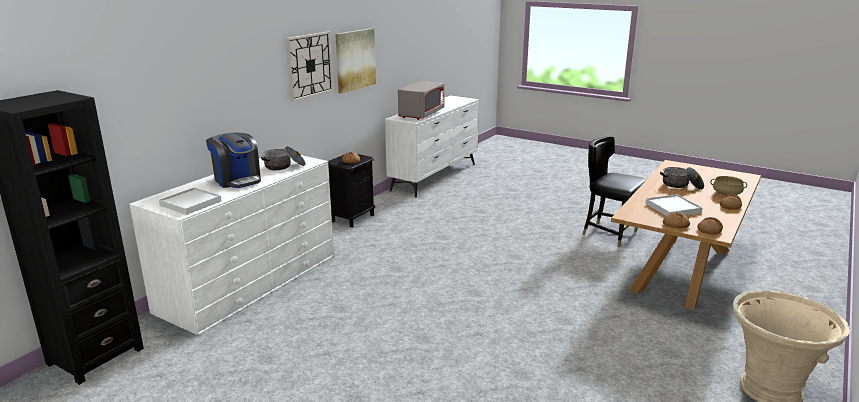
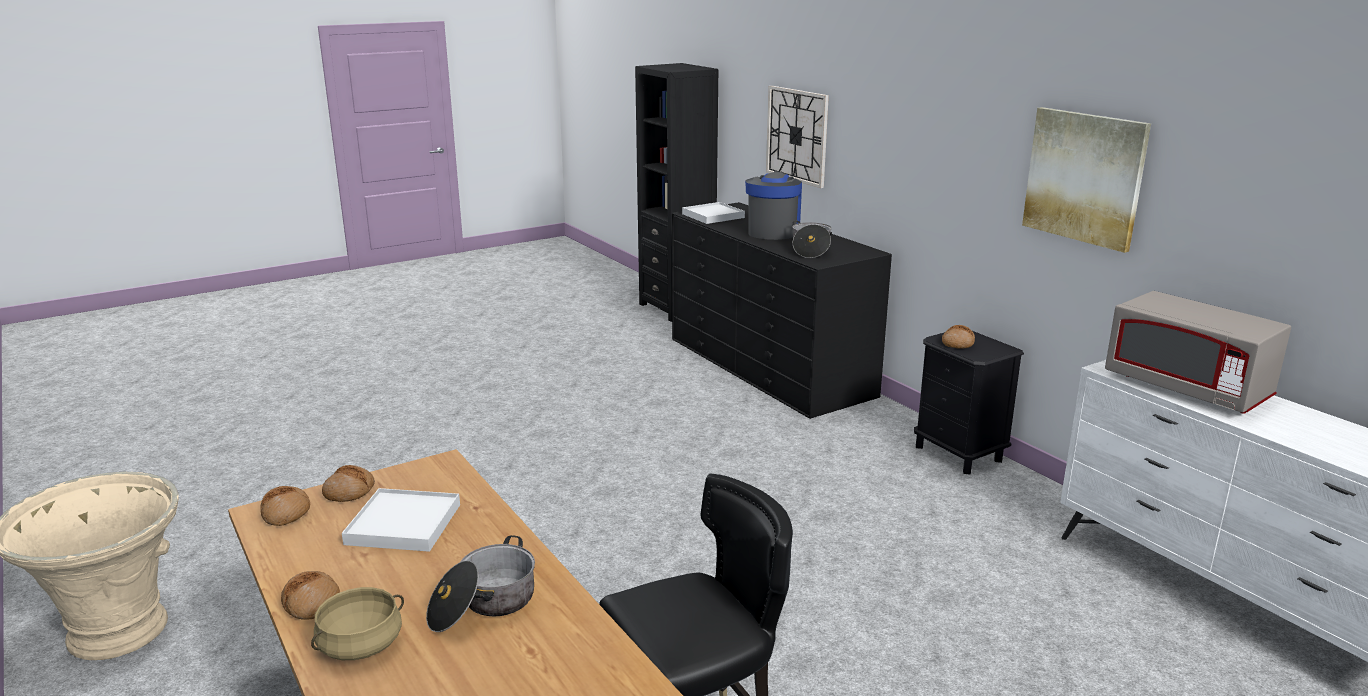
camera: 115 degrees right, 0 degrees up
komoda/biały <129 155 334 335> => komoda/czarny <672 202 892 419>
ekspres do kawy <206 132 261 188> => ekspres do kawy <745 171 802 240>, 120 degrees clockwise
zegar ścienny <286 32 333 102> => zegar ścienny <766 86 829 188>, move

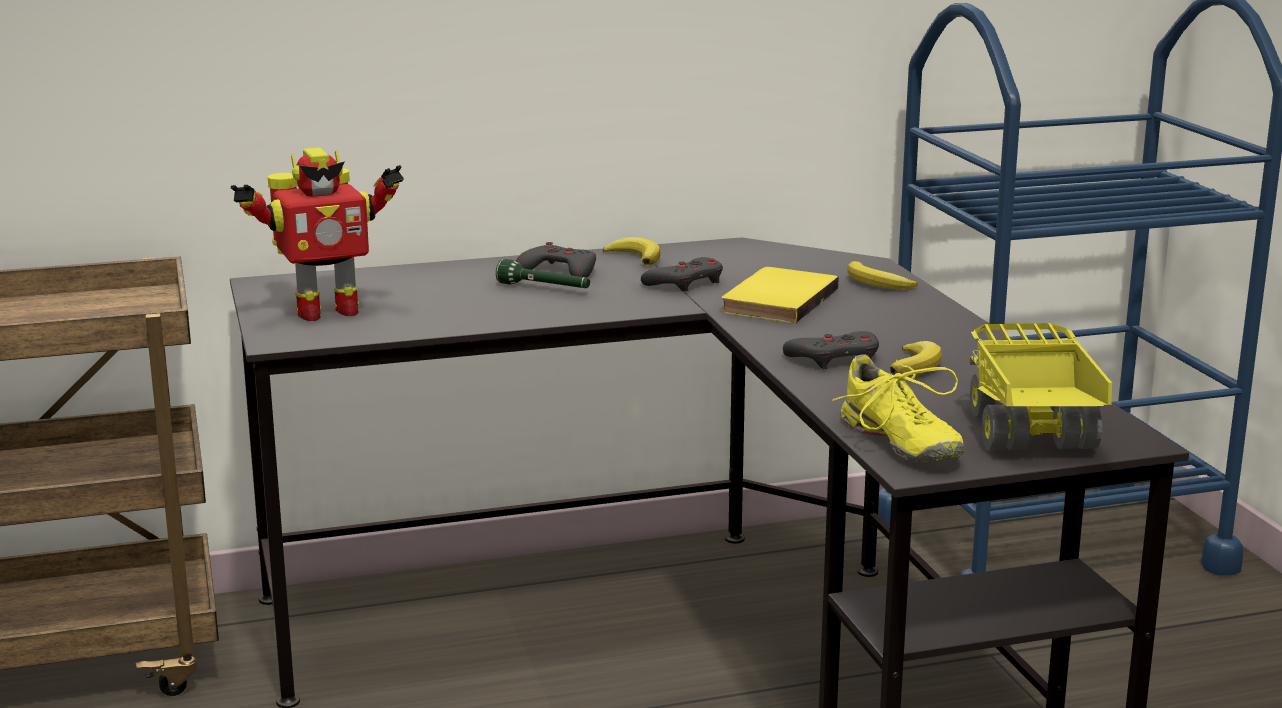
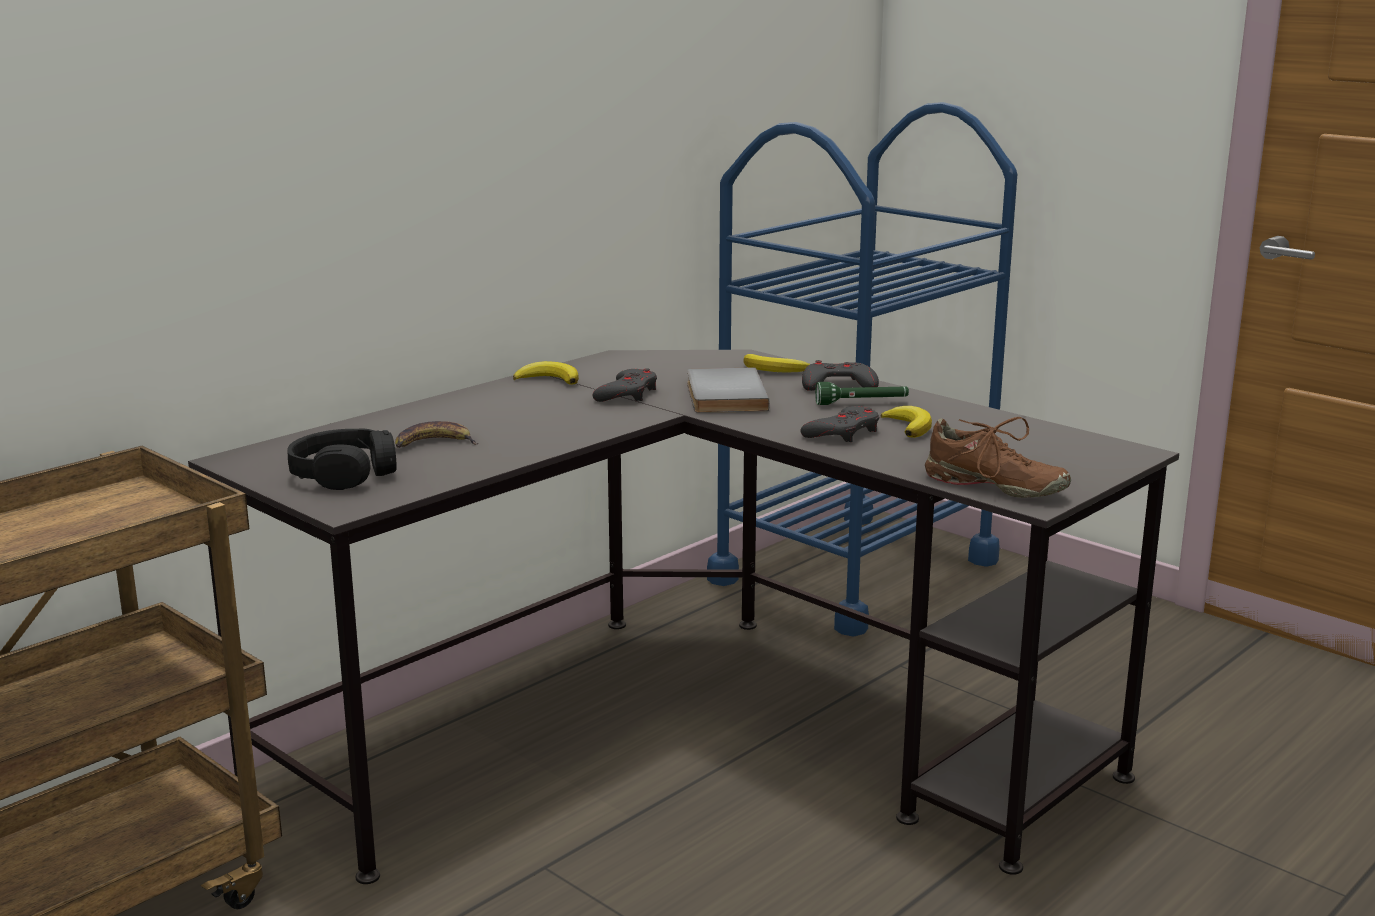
camera: 30 degrees left, 0 degrees up
robot zabawkowy <231 148 404 321> => słuchawki/czarny <288 428 397 490>
nothing => banan <395 421 478 448>
książka/żółty <721 267 839 323> => książka/szary <687 368 770 413>
pad do gier/szary <516 242 596 278> => pad do gier/szary <802 360 879 391>, move
latarka/zielony <496 259 590 288> => latarka/zielony <815 382 909 405>, move
but/żółty <832 354 964 462> => but/brązowy <925 417 1071 498>
ciężarówka zabawkowa <970 323 1112 450> => nothing

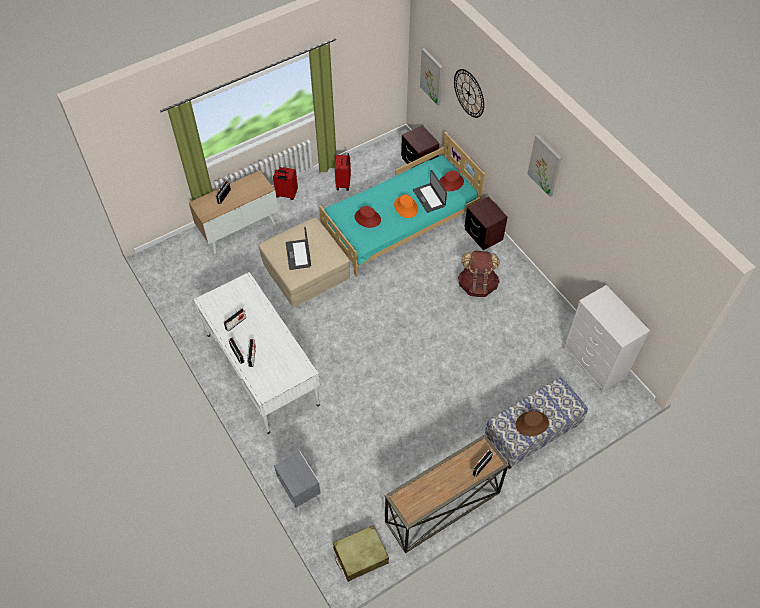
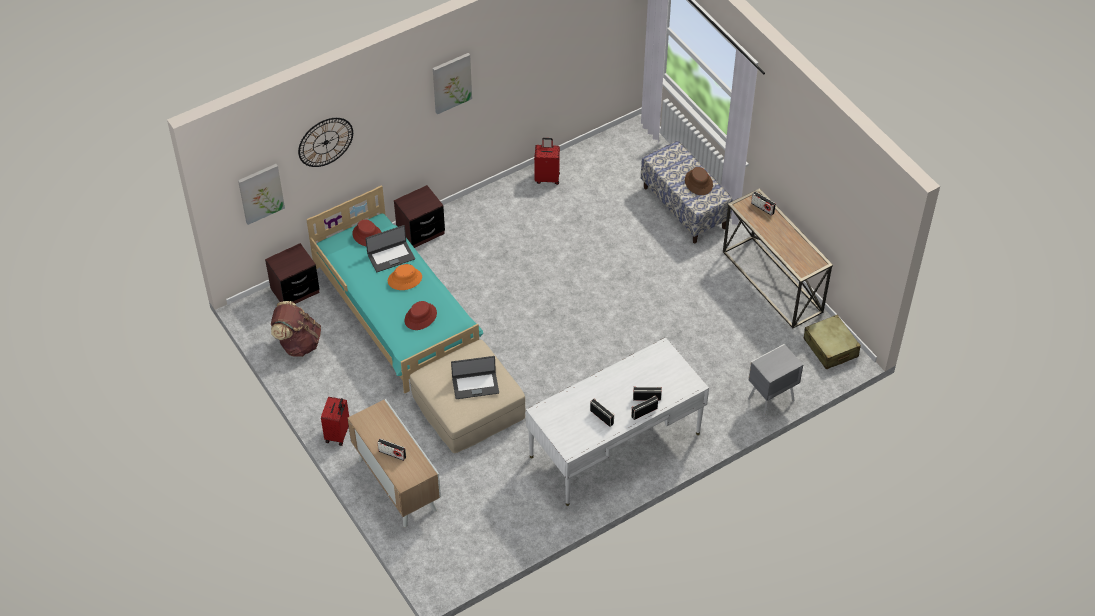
camera: 90 degrees left, 5 degrees down
plecak/brązowy <458 251 500 297> => plecak/brązowy <271 301 321 357>, move
walizka/czerwony <335 153 351 191> => walizka/czerwony <534 138 560 185>, move
komoda/biały <563 285 650 393> => nothing

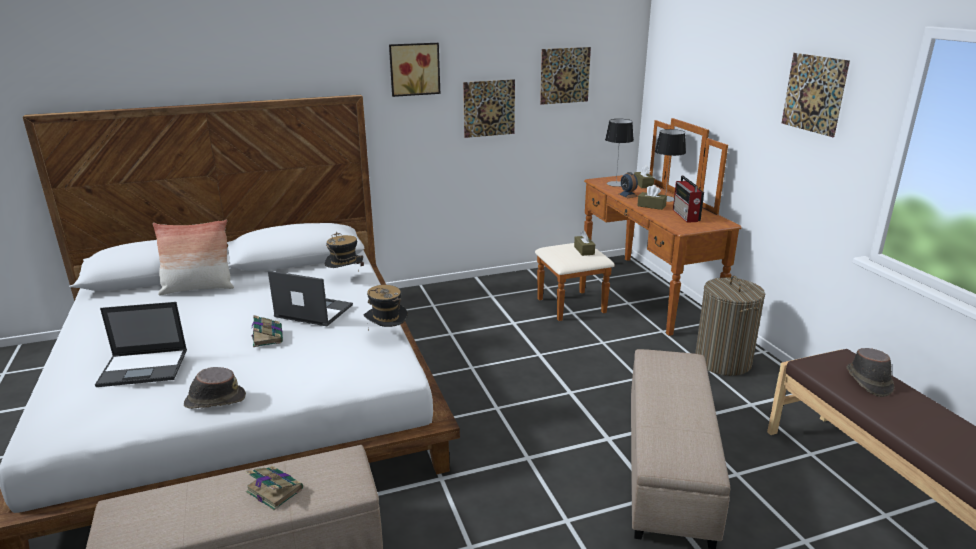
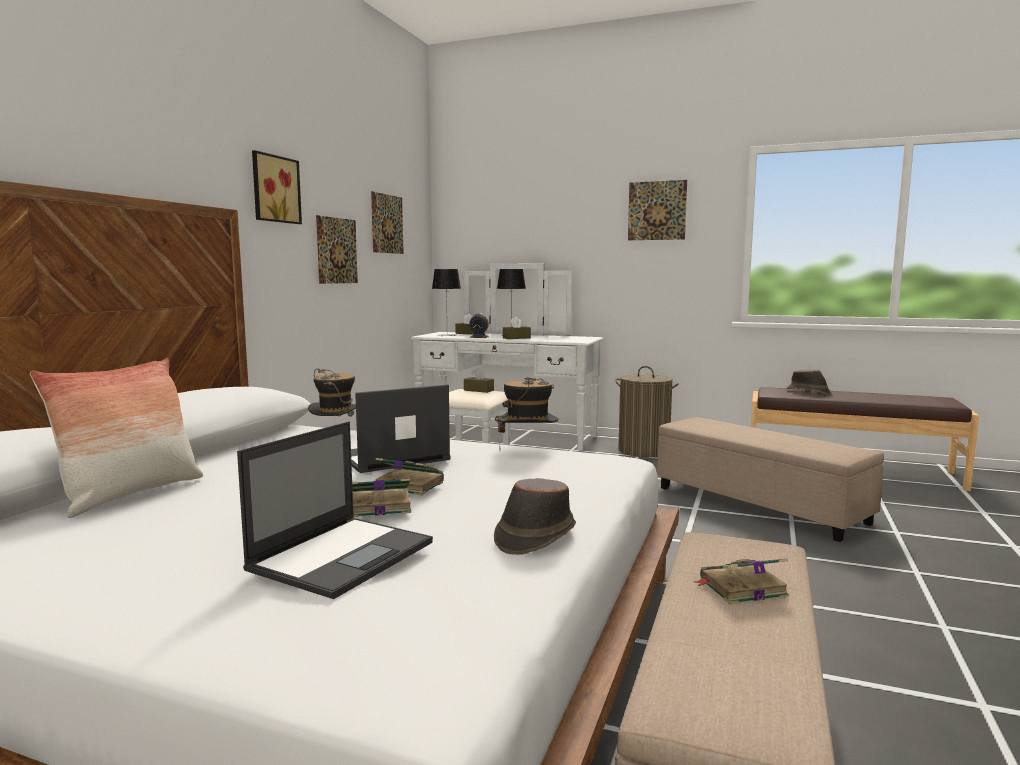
camera: 50 degrees left, 15 degrees down
nothing => książka <352 478 411 517>
komoda/brązowy <535 118 742 336> => komoda/biały <411 263 603 450>
radio <673 176 704 223> => nothing

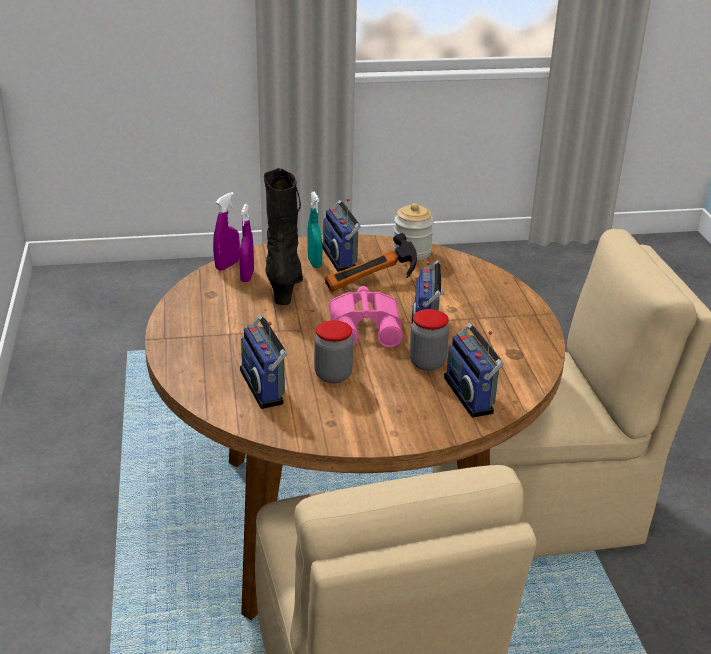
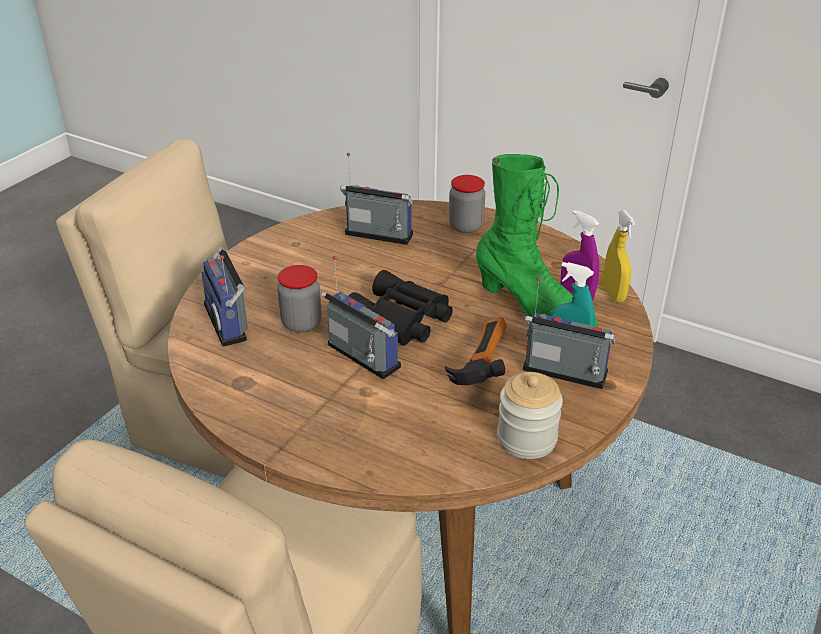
camera: 130 degrees right, 5 degrees up
radio <444 323 504 418> => radio <201 247 248 347>, 135 degrees counterclockwise
lornetka/różowy <329 286 403 348> => lornetka/czarny <349 270 453 346>
słoik <314 320 353 383> => słoik <449 175 485 233>, move
but z cholewką/czarny <264 168 303 305> => but z cholewką/zielony <476 154 598 327>
spryskiwacz/fioletowy <213 192 240 271> => spryskiwacz/żółty <603 210 636 302>

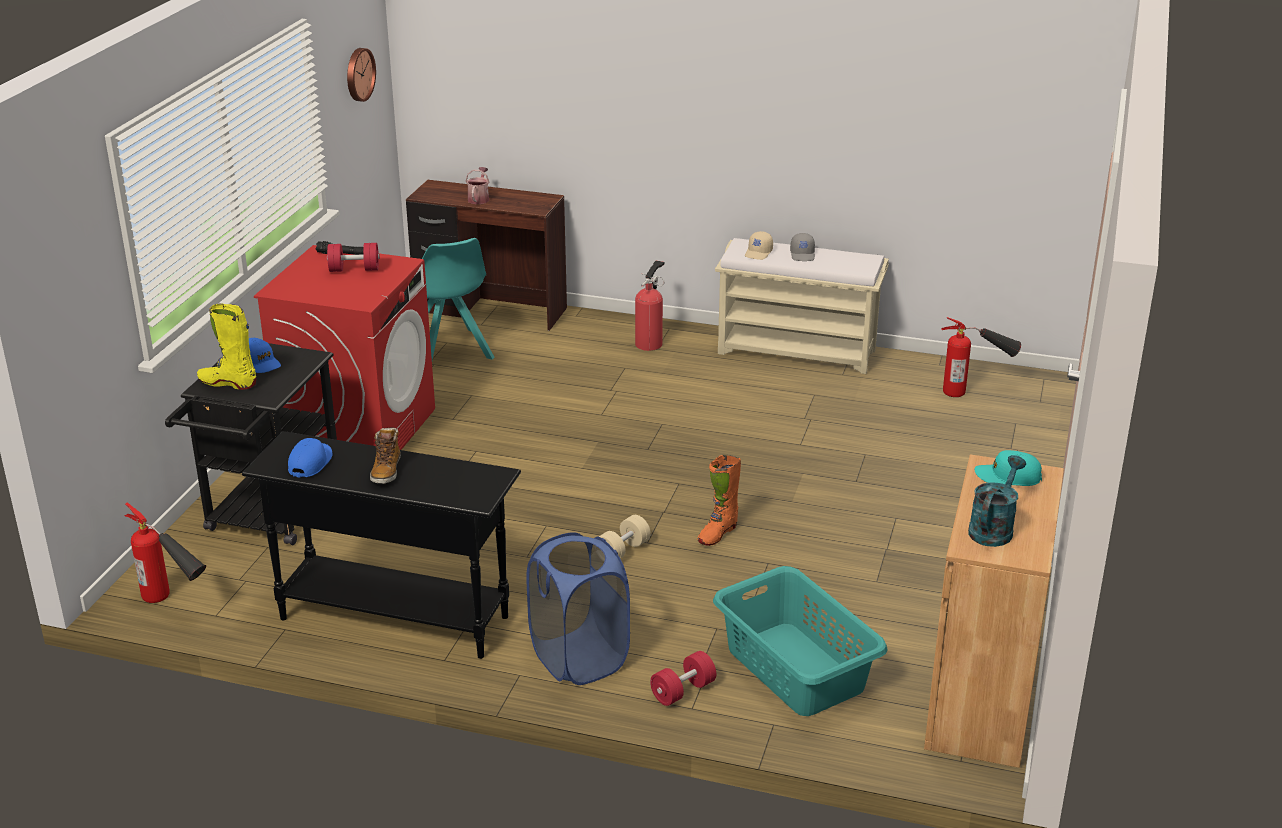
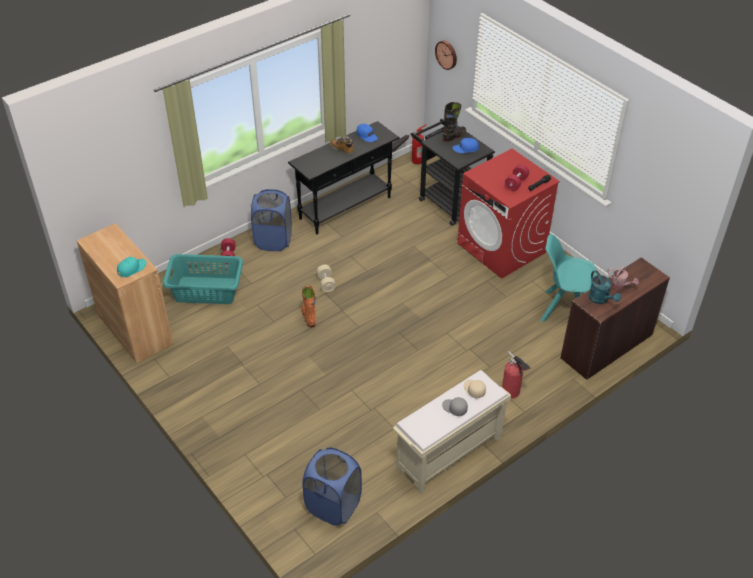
camera: 125 degrees right, 15 degrees up
gaśnica <941 317 1021 397> => kosz na pranie/niebieski <303 447 362 526>
zegar ścienny <347 48 376 102> => zegar ścienny <435 41 457 70>, move
but z cholewką/żółty <197 304 256 390> => but z cholewką/czarny <443 102 466 142>
konewka/turkusowy <968 455 1026 547> => konewka/turkusowy <588 270 621 304>, move

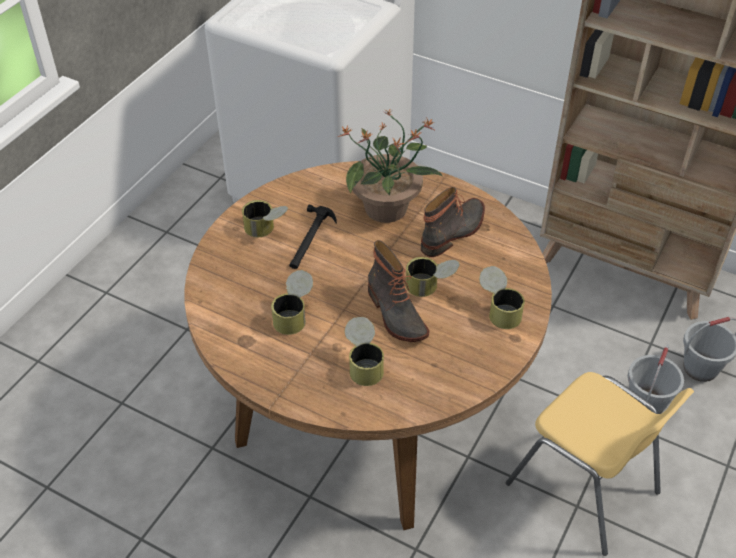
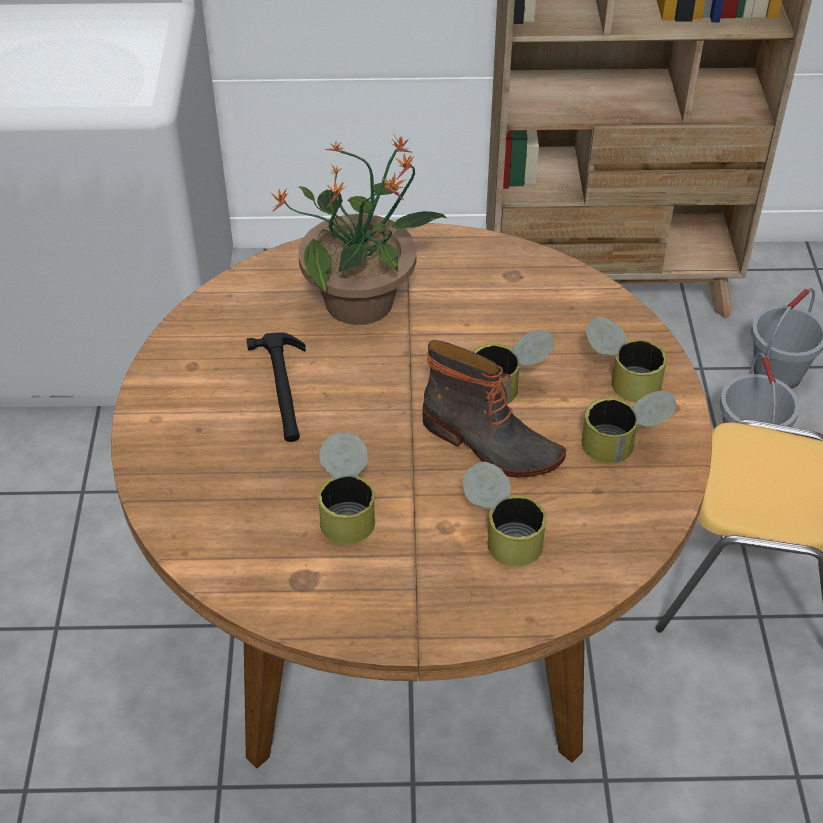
camera: 30 degrees left, 0 degrees up
puszka <242 200 288 237> => puszka <581 391 676 464>, move
but z cholewką <421 187 485 257> => nothing

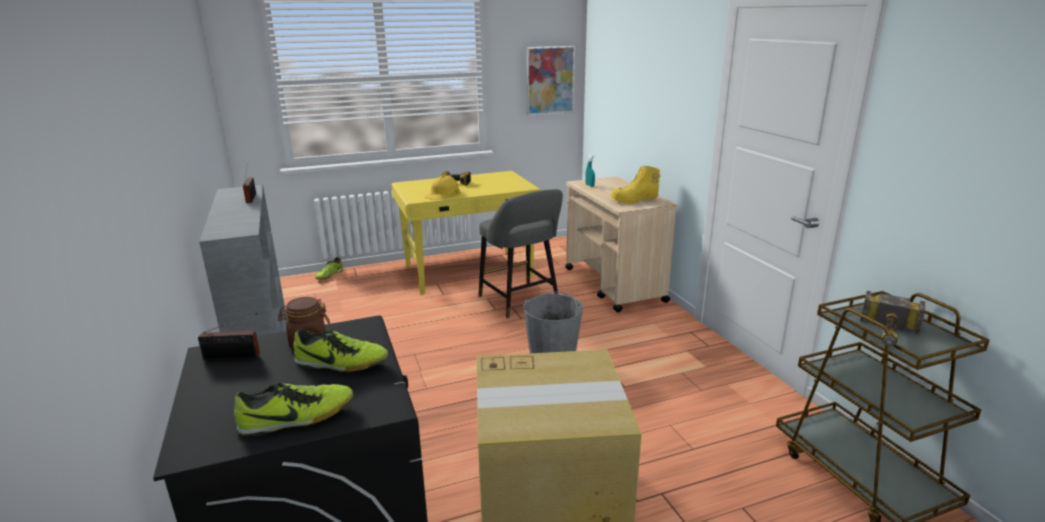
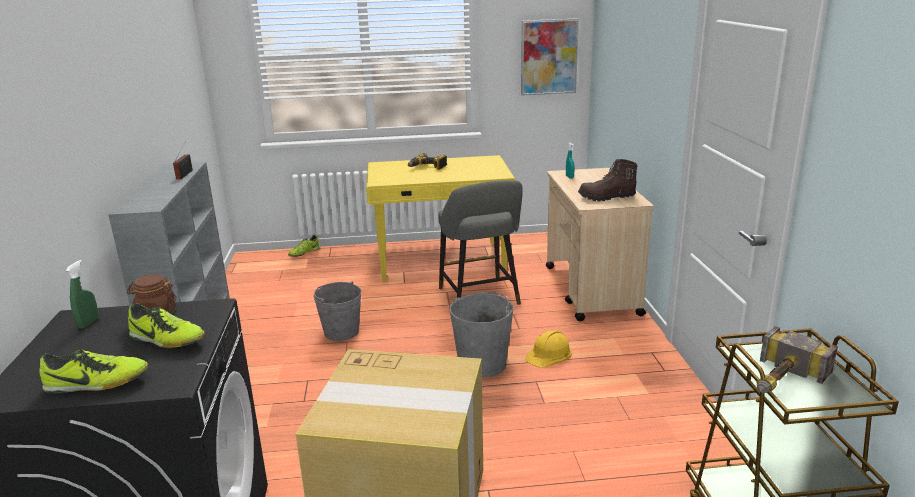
camera: 15 degrees right, 0 degrees up
radio <198 313 260 361> => spryskiwacz/zielony <66 260 99 329>
nothing => wiadro/szary <313 281 362 341>
kask/żółty <425 175 461 200> => kask/żółty <525 330 572 368>, move
but z cholewką/żółty <610 166 661 204> => but z cholewką/brązowy <578 159 638 202>

